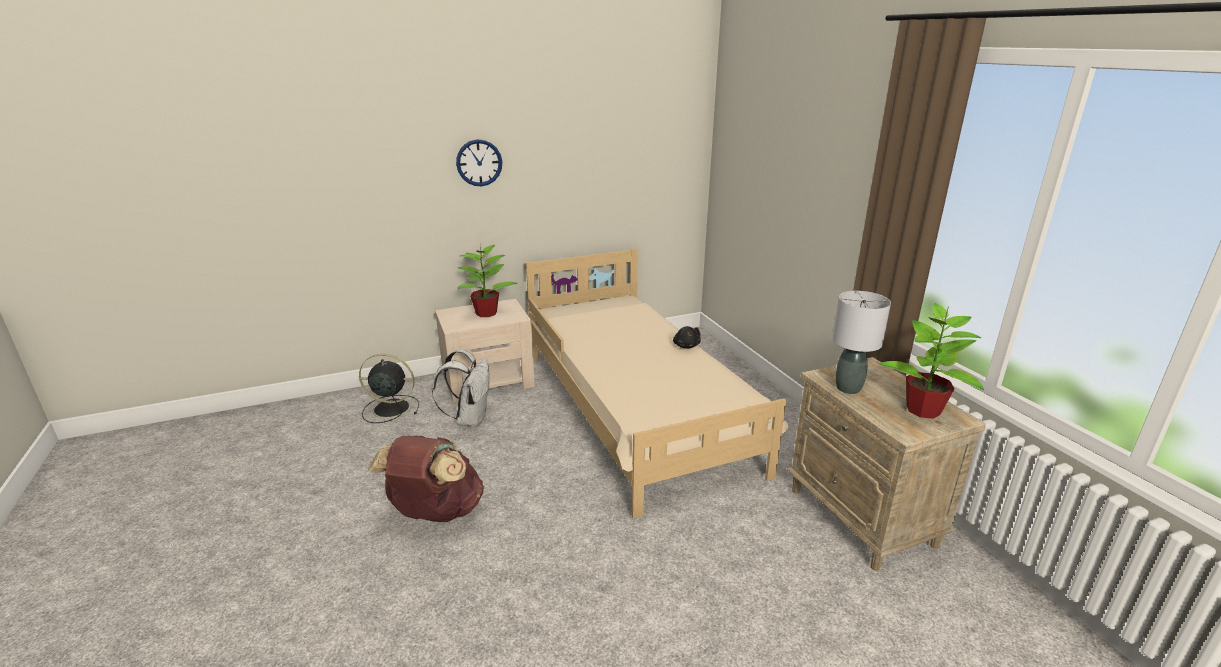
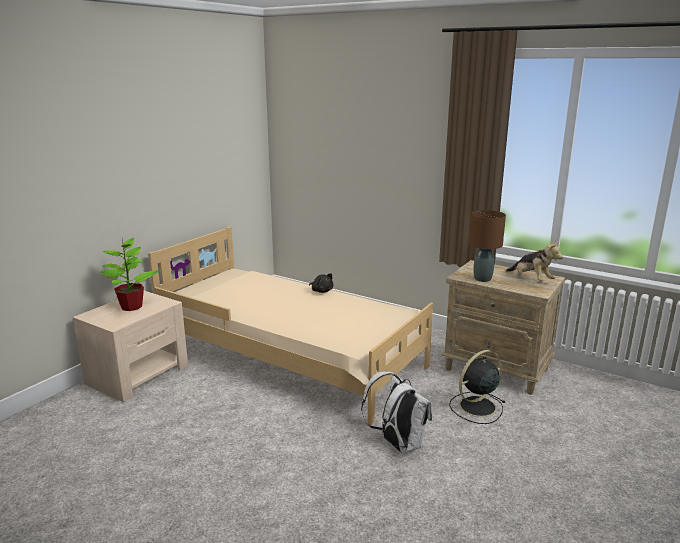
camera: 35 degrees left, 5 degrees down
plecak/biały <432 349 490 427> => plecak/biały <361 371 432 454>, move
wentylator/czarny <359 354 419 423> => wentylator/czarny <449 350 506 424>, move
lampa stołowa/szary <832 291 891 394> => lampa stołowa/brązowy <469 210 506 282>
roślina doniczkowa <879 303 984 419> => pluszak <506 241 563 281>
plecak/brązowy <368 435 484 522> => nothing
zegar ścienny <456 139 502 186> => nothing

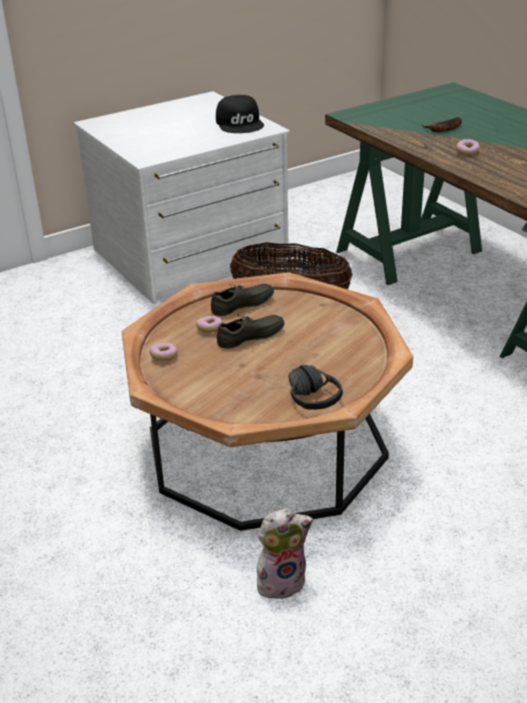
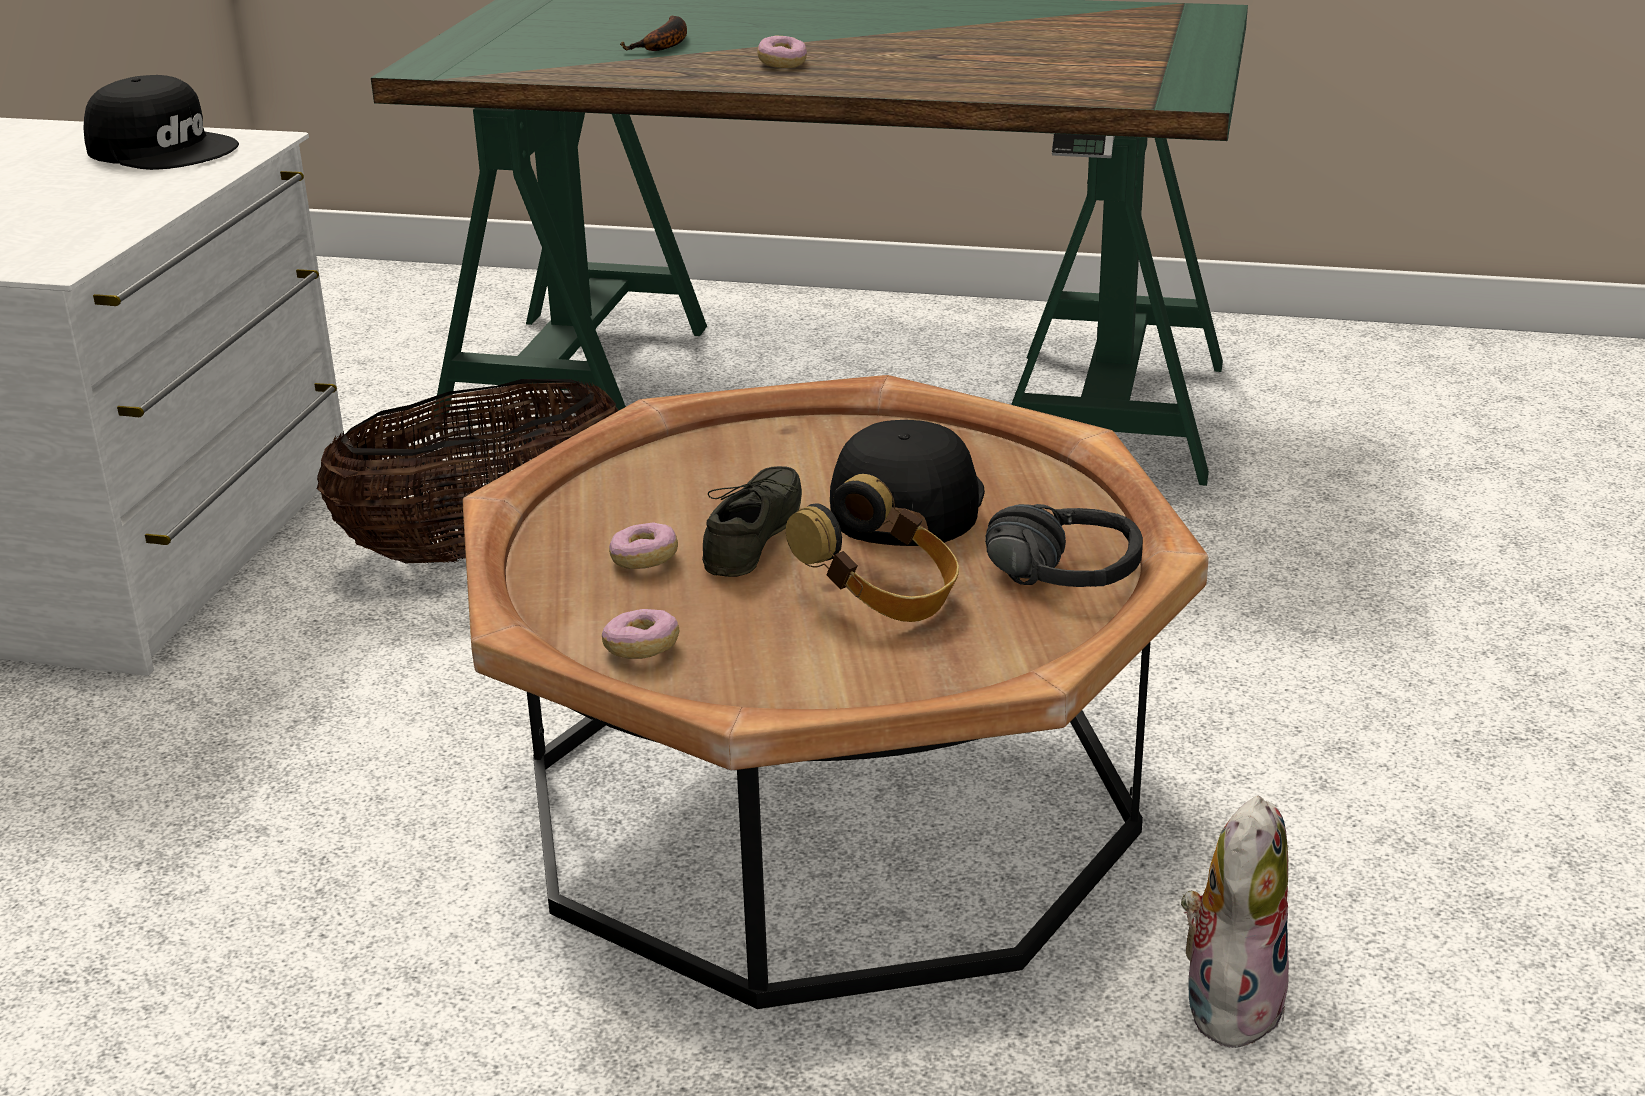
camera: 45 degrees left, 5 degrees down
nothing => słuchawki <786 474 959 622>
nothing => czapka z daszkiem/czarny <830 420 985 546>
but/szary <211 284 274 316> => nothing

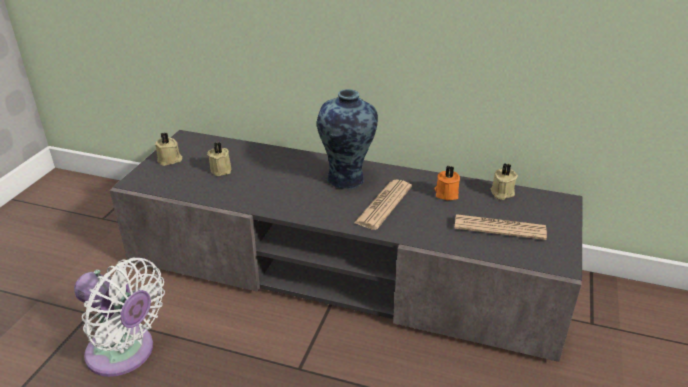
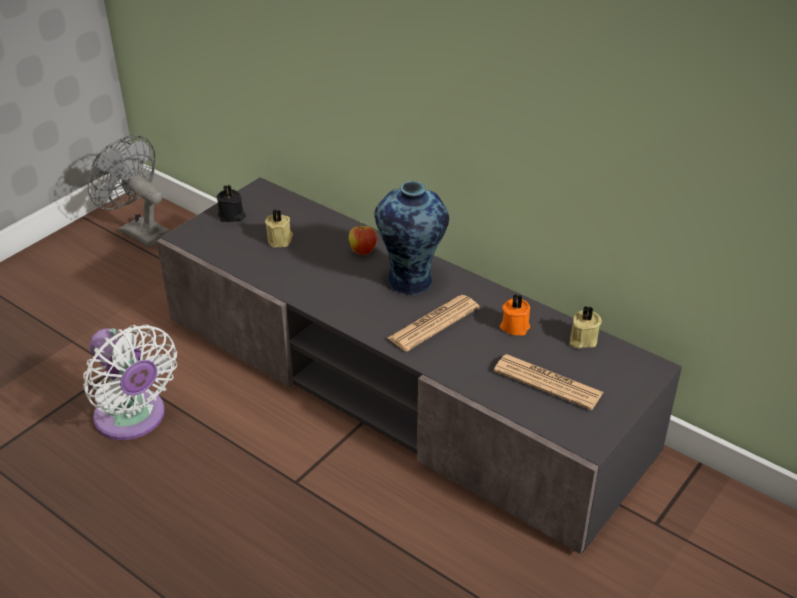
camera: 20 degrees right, 5 degrees up
nothing => wentylator/szary <88 135 170 248>
świeca/beżowy <155 133 182 166> => świeca/czarny <217 185 246 222>
nothing => jabłko <349 225 377 255>

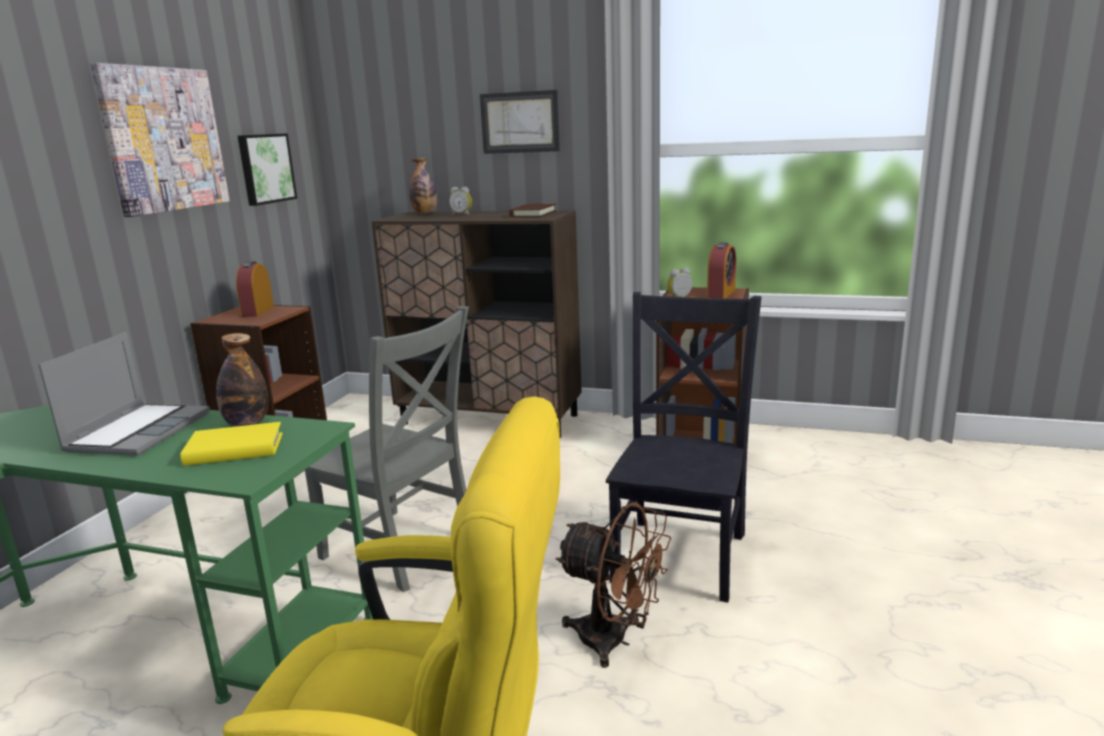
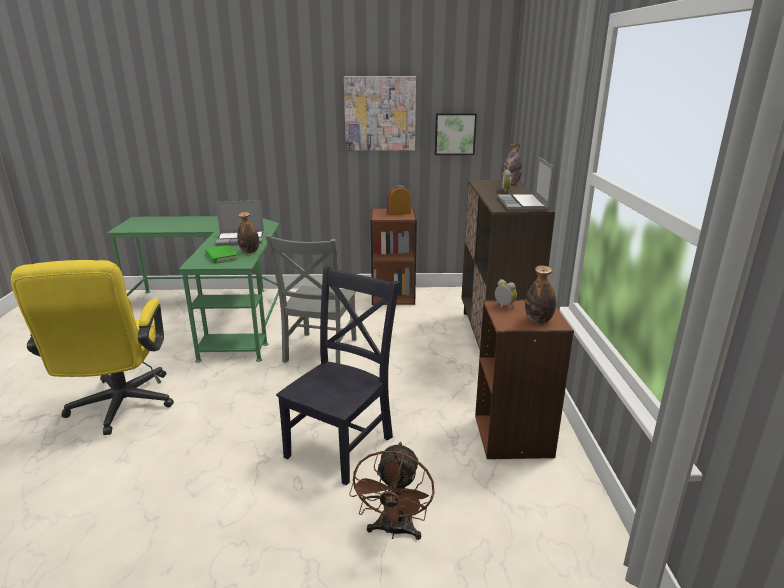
camera: 70 degrees right, 5 degrees up
książka/żółty <180 422 283 466> => książka/zielony <205 245 238 263>
krzesło/czarny <606 292 761 602> => krzesło/czarny <276 266 400 485>, 60 degrees counterclockwise
wentylator/brązowy <555 502 671 668> => wentylator/brązowy <349 442 434 540>, move
książka/brązowy <509 203 557 217> => laptop <498 157 554 211>
budzik <707 242 736 299> => butelka <525 265 556 323>
obraz <480 90 560 154> => nothing

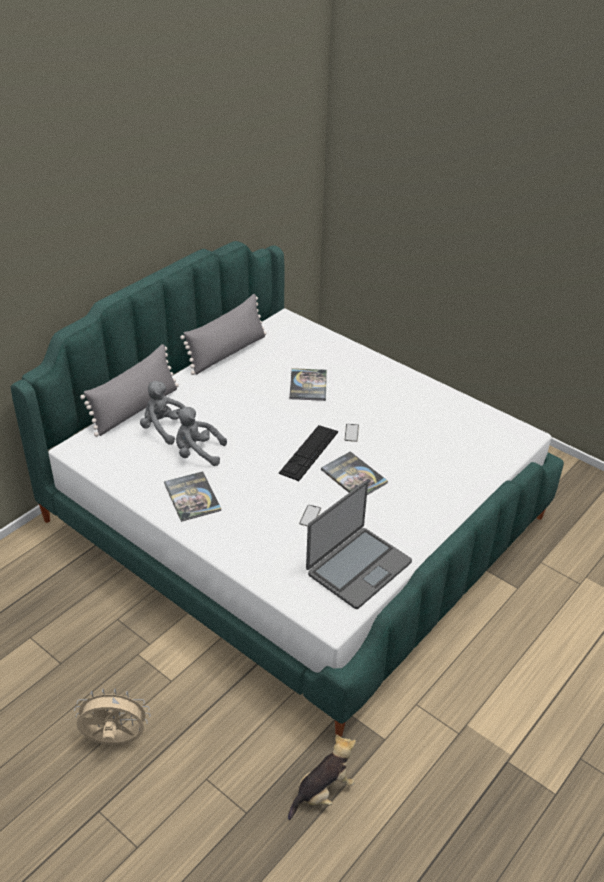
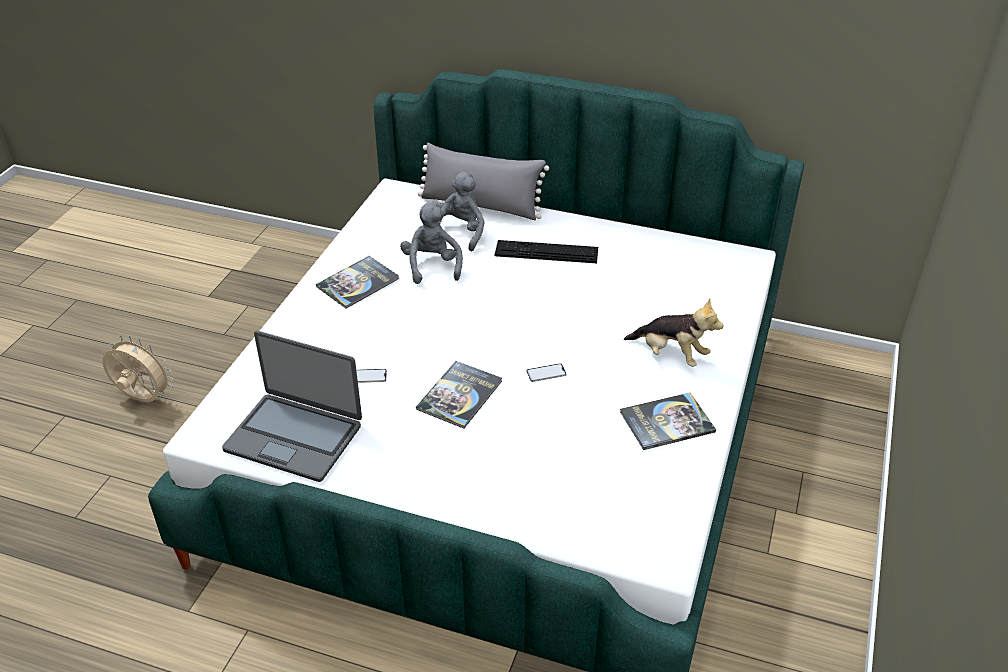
camera: 70 degrees right, 0 degrees up
wentylator/beżowy <74 689 151 745> => wentylator/beżowy <102 336 173 402>, 45 degrees counterclockwise
klawiatura <278 425 338 481> => klawiatura <495 240 598 263>, move
książka <289 368 327 401> => książka <620 393 716 450>, move
pluszak <288 734 356 820> => pluszak <624 298 723 367>, move
poduszka/szary <180 294 266 375> => nothing

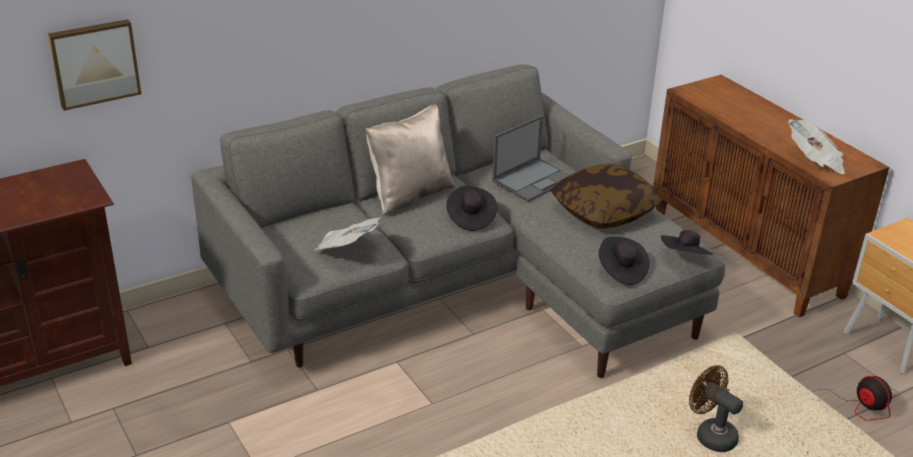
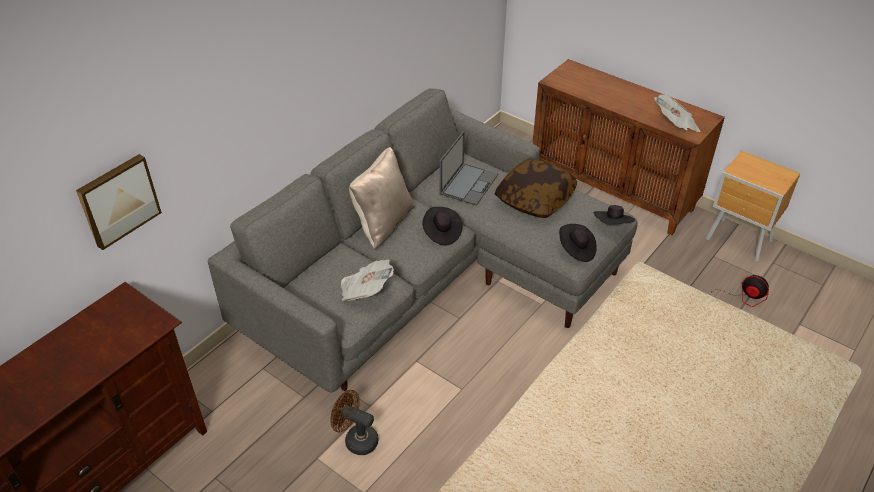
camera: 20 degrees left, 10 degrees up
wentylator/brązowy <689 365 743 452> => wentylator/brązowy <330 390 379 455>, move

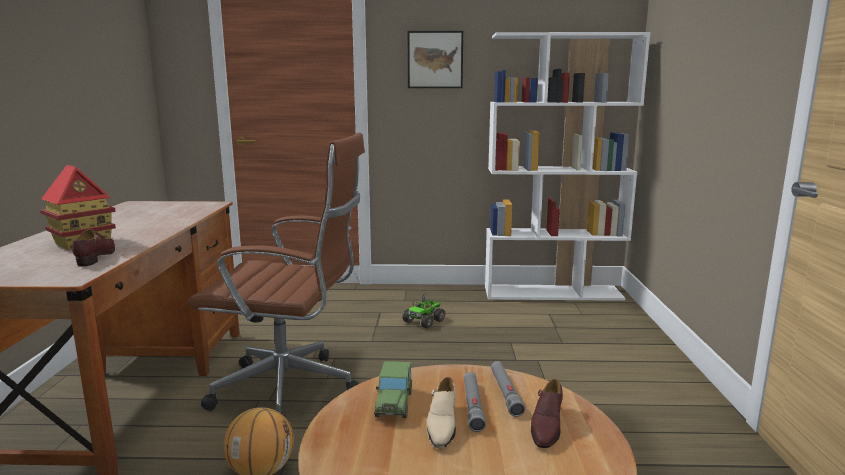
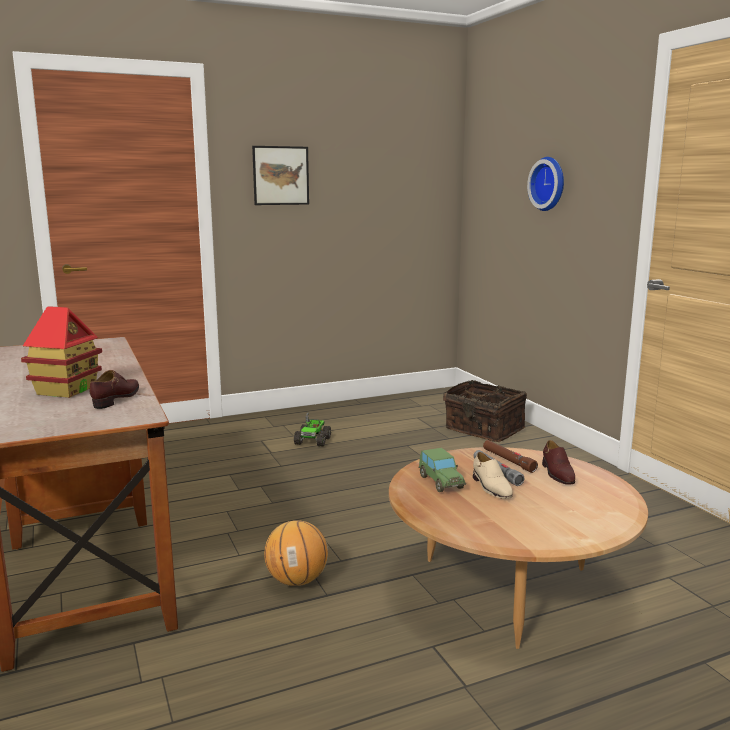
camera: 25 degrees left, 0 degrees up
but/brązowy <72 229 115 267> => but/brązowy <90 370 139 409>, 45 degrees clockwise
nothing => koszyk <443 380 527 442>
latarka/szary <491 361 525 417> => latarka/brązowy <483 440 538 473>
nothing => zegar ścienny <527 157 564 211>
krzesło biurowe/brązowy <188 133 365 418> => nothing
regał/biały <485 32 651 301> => nothing

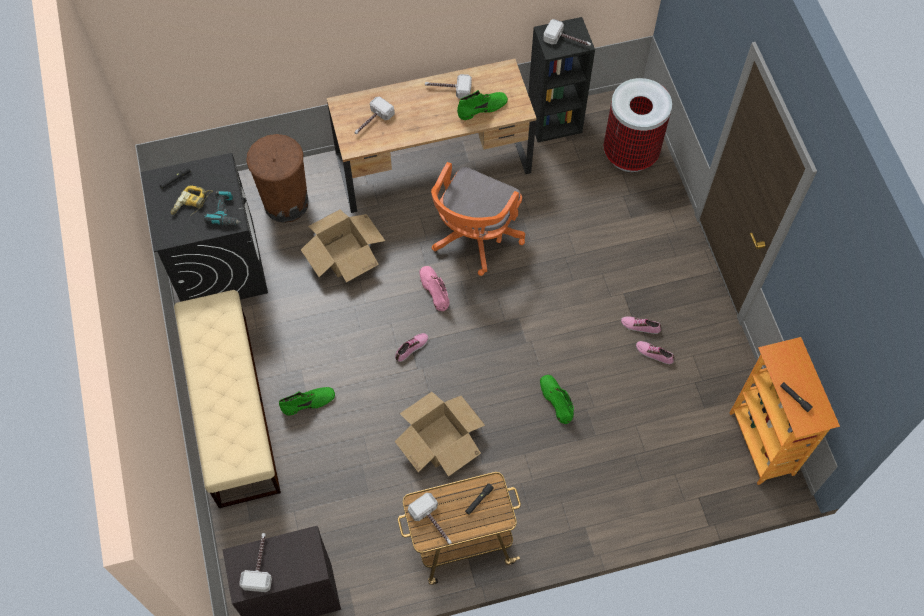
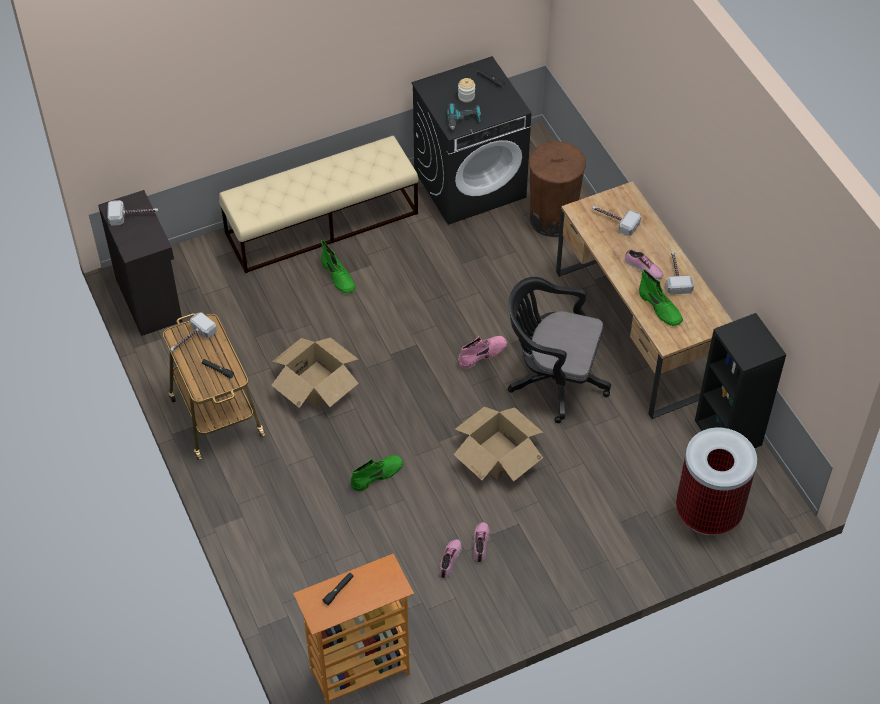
camera: 80 degrees right, 10 degrees down
karton <301 210 385 282> => karton <454 407 543 482>, move
wiertarka <171 186 213 216> => słoik <458 78 475 102>
krzesło biurowe/pomarańczowy <431 162 525 276> => krzesło biurowe/czarny <508 277 611 423>
but <395 333 429 362> => but <625 249 663 279>, move
młotek <543 19 591 46> => nothing

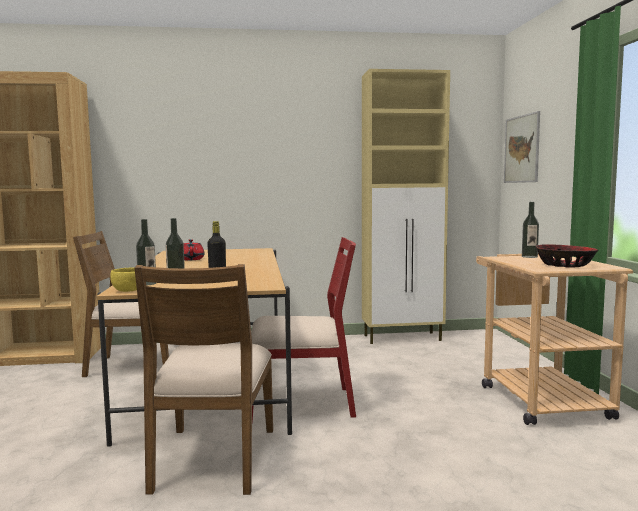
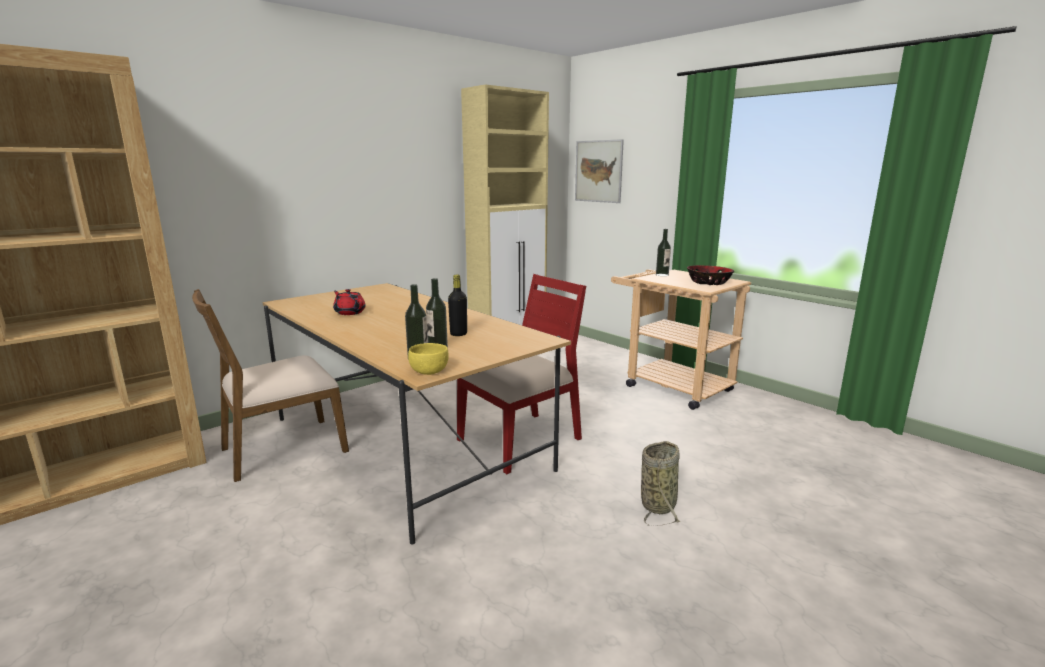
camera: 35 degrees left, 10 degrees up
nothing => koszyk <641 441 680 526>
krzesło/brązowy <134 264 273 495> => nothing

